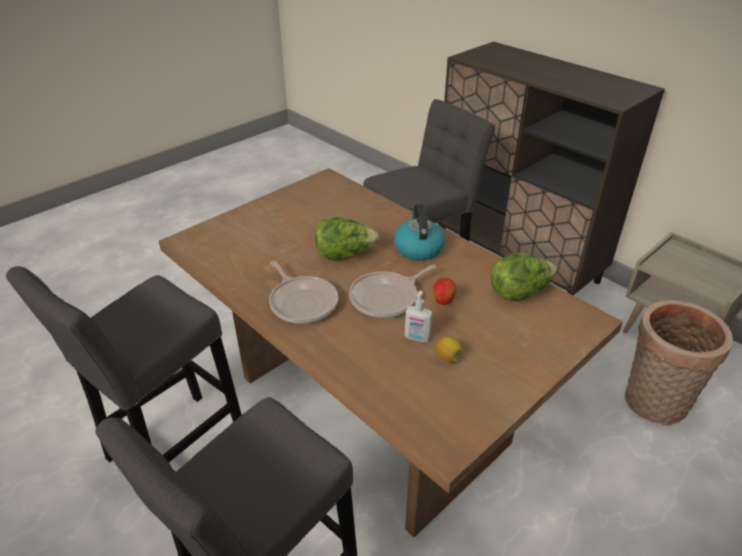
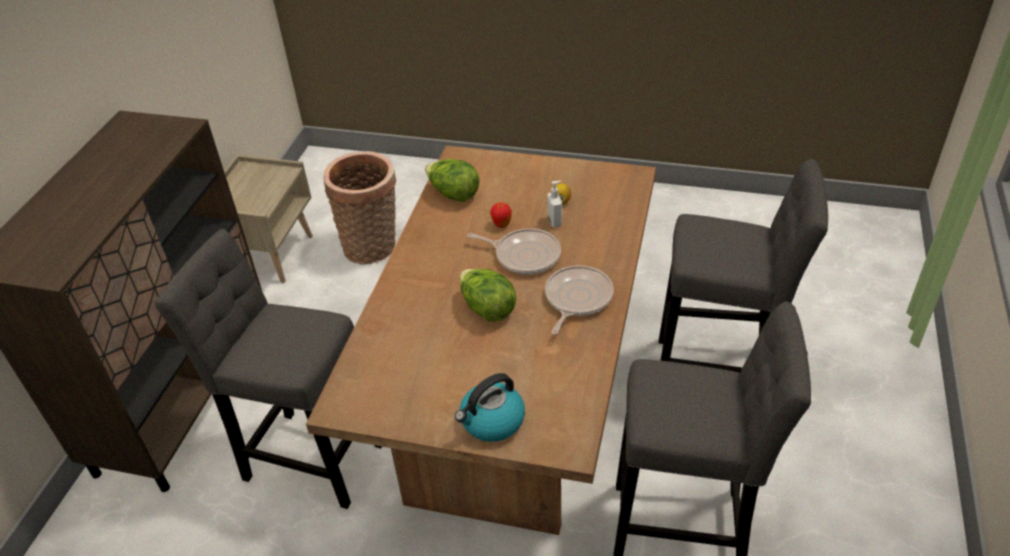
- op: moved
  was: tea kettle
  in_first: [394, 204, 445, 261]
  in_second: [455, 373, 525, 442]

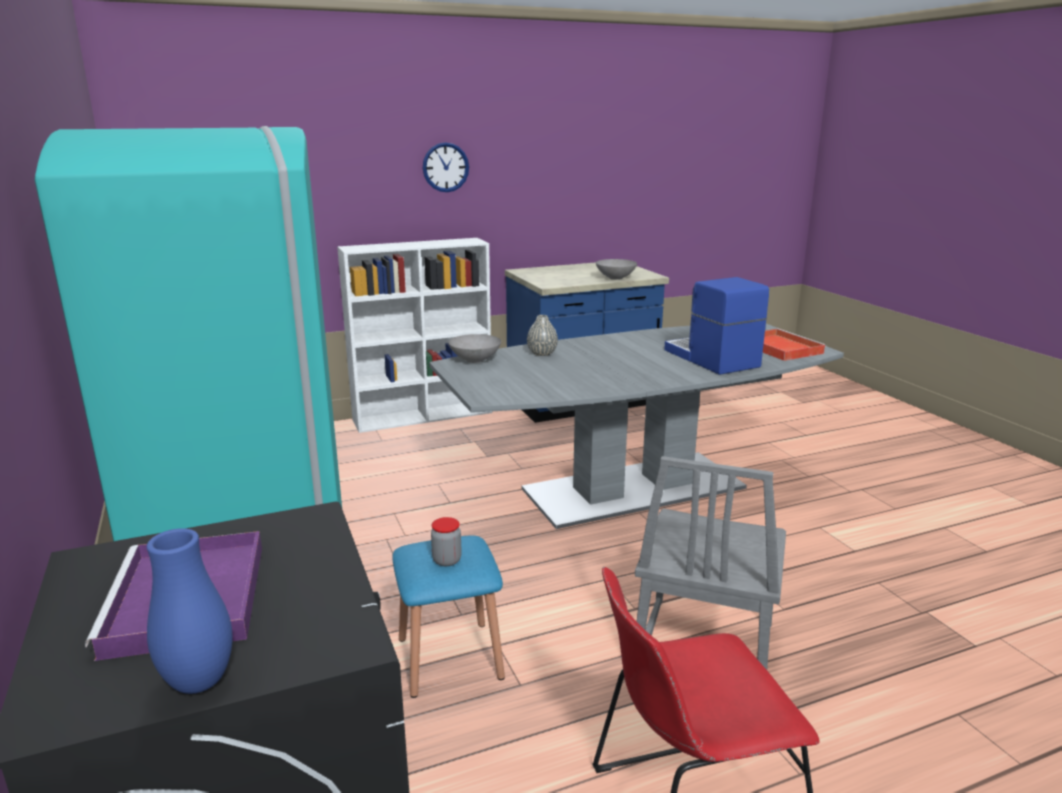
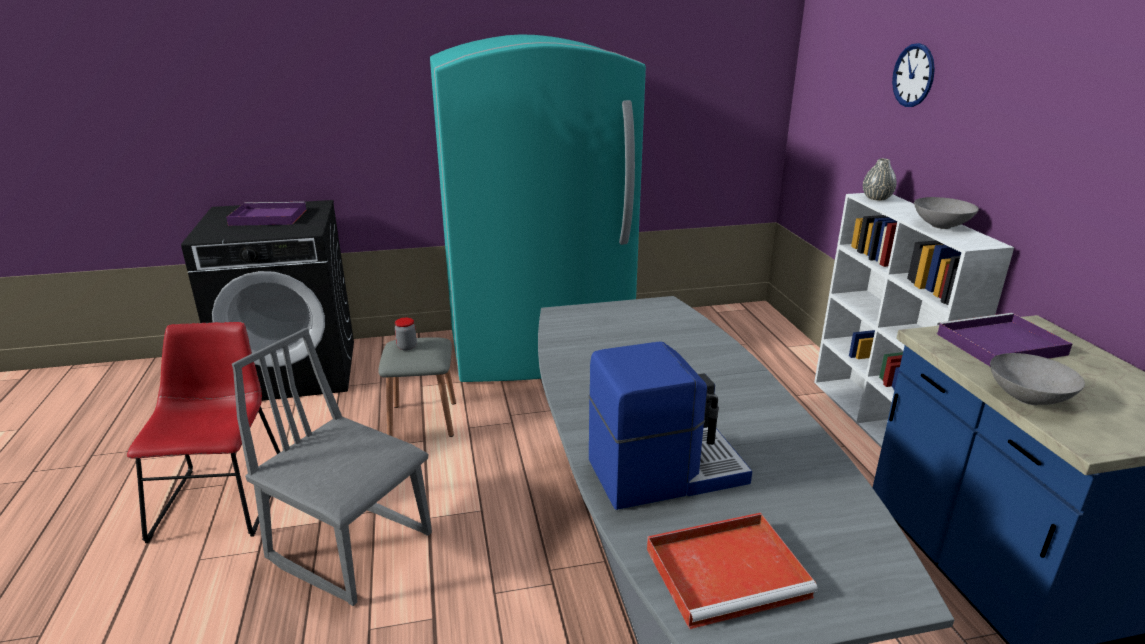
- op: removed
  was: blue vase
  in_first: [147, 528, 233, 694]
- op: recoloured
  was: blue stool
  now: greyish stool
  in_first: [392, 536, 505, 698]
  in_second: [378, 337, 456, 437]
- op: moved
  was: hanging clock
  in_first: [423, 142, 469, 192]
  in_second: [892, 43, 935, 107]
- op: moved
  was: greyish serving bowl
  in_first: [448, 334, 501, 363]
  in_second: [914, 197, 979, 229]
- op: moved
  was: greyish vase
  in_first: [527, 315, 558, 356]
  in_second: [863, 158, 897, 200]
- op: added
  now: purple carrying tray
  in_second: [937, 313, 1072, 366]

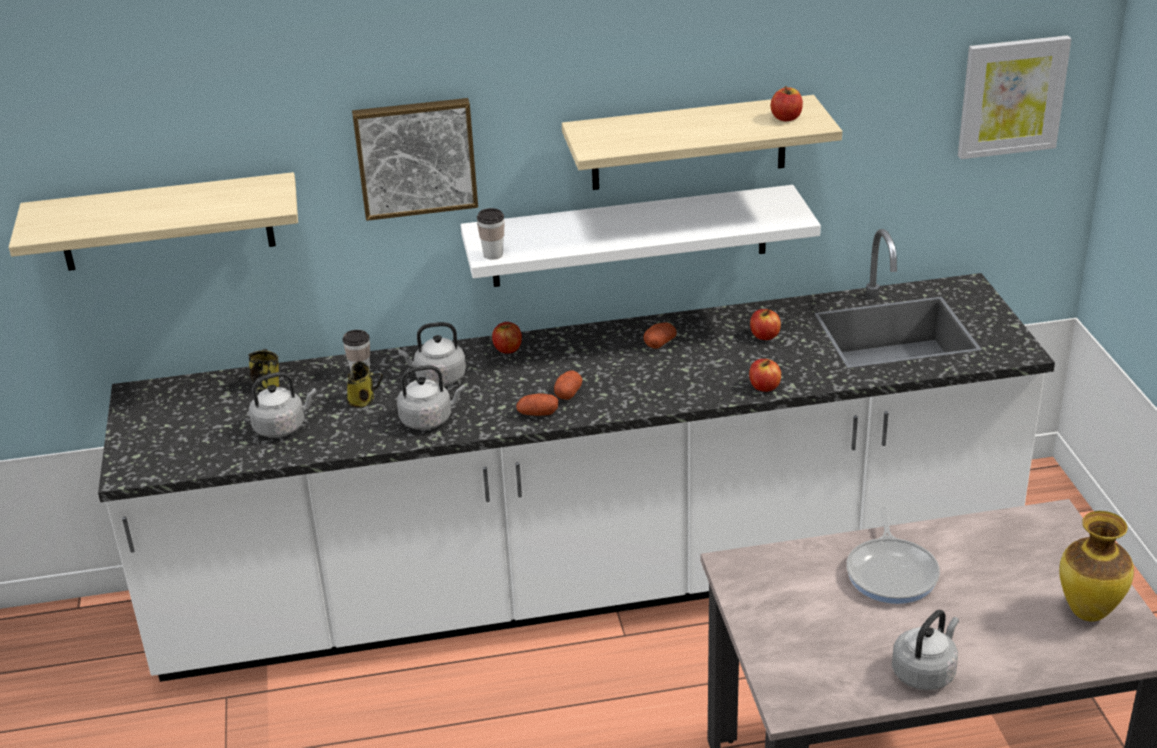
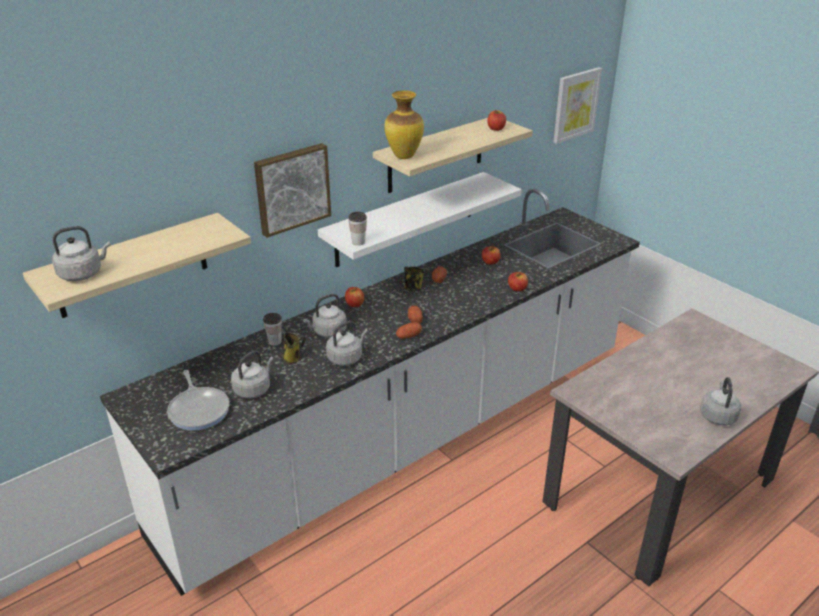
- op: moved
  was: tea mug
  in_first: [248, 349, 280, 391]
  in_second: [404, 266, 424, 292]
- op: moved
  was: skillet
  in_first: [846, 507, 940, 604]
  in_second: [167, 370, 229, 431]
- op: moved
  was: vase
  in_first: [1059, 511, 1134, 622]
  in_second: [385, 90, 424, 159]
- op: added
  now: greyish tea kettle
  in_second: [52, 226, 111, 281]

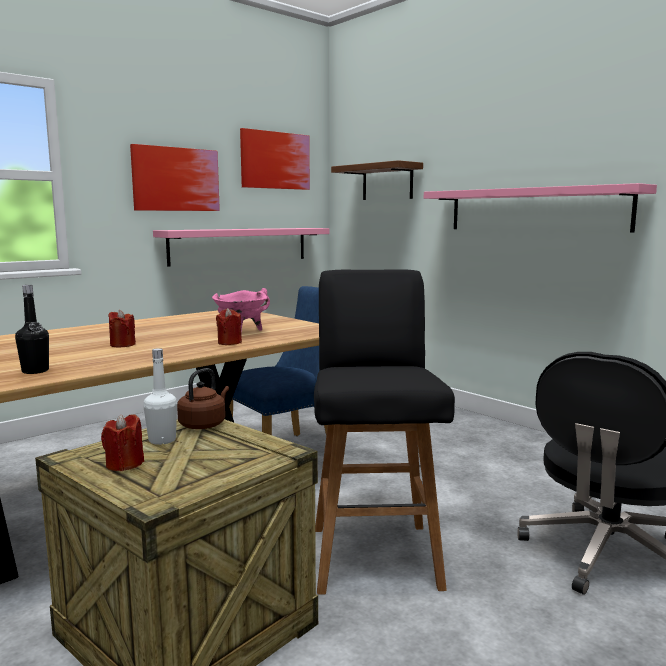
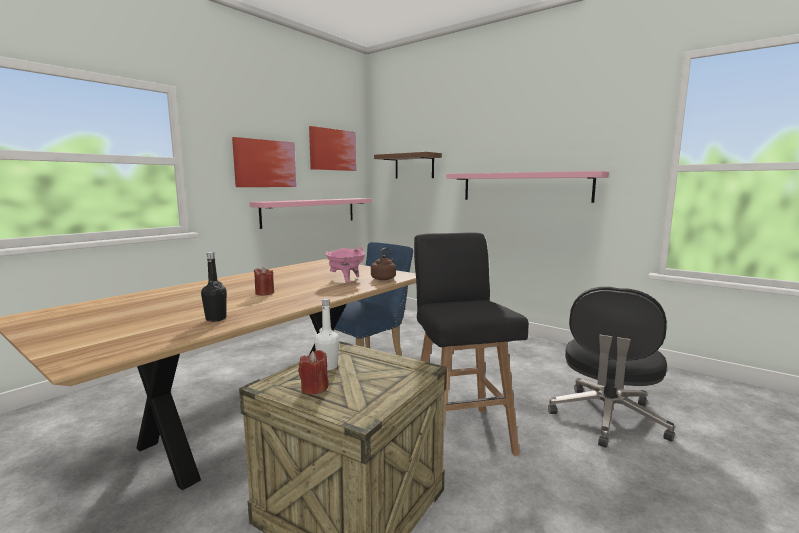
- op: moved
  was: brown-coloured tea kettle
  in_first: [177, 368, 229, 429]
  in_second: [371, 248, 396, 280]
- op: removed
  was: red candle
  in_first: [216, 308, 242, 345]

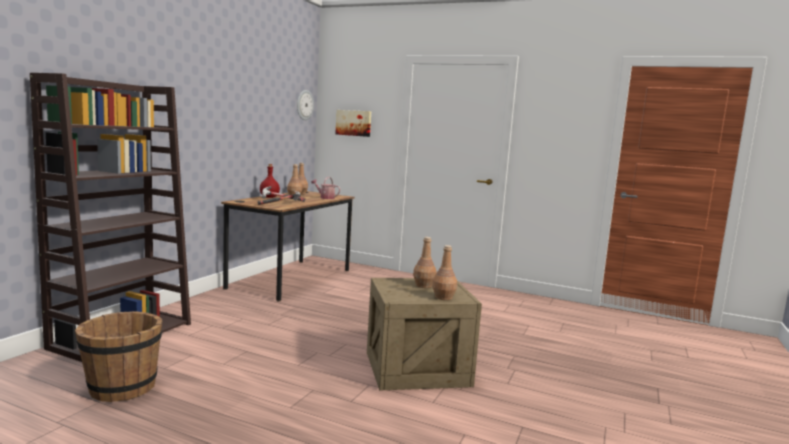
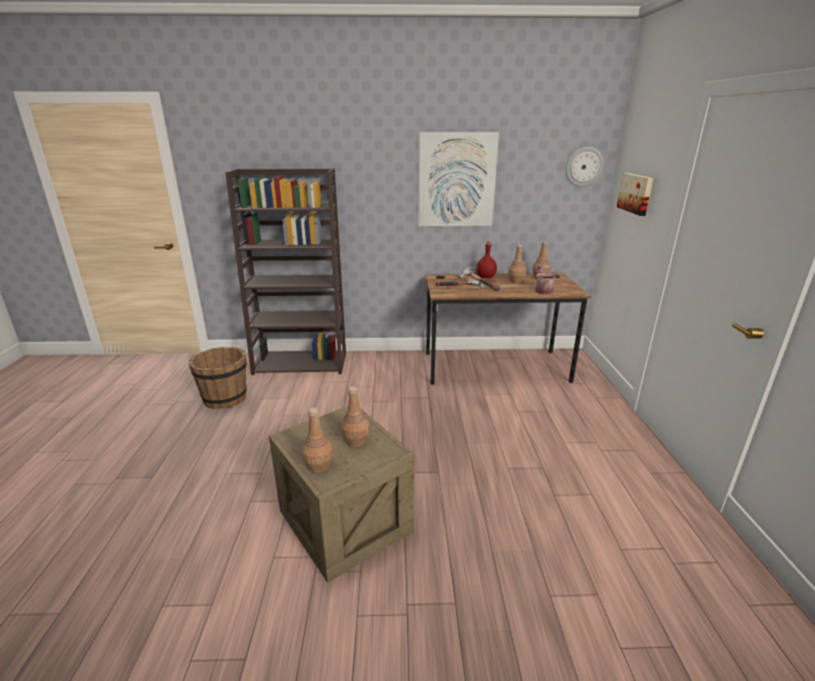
- op: added
  now: wall art
  in_second: [418, 132, 499, 226]

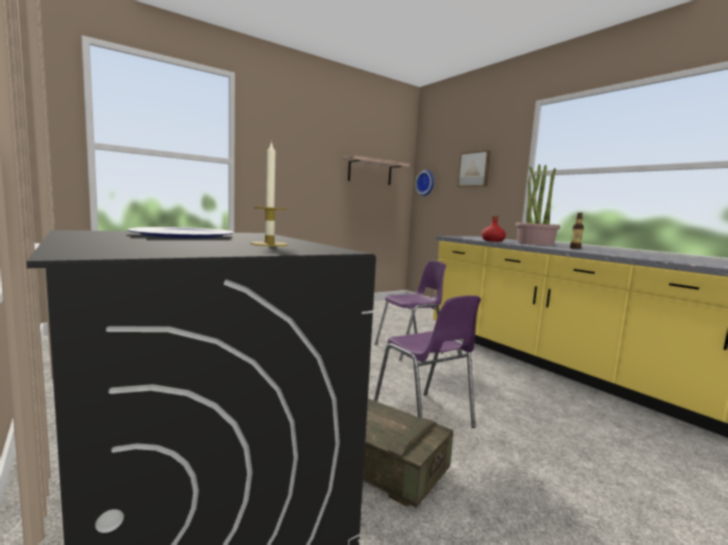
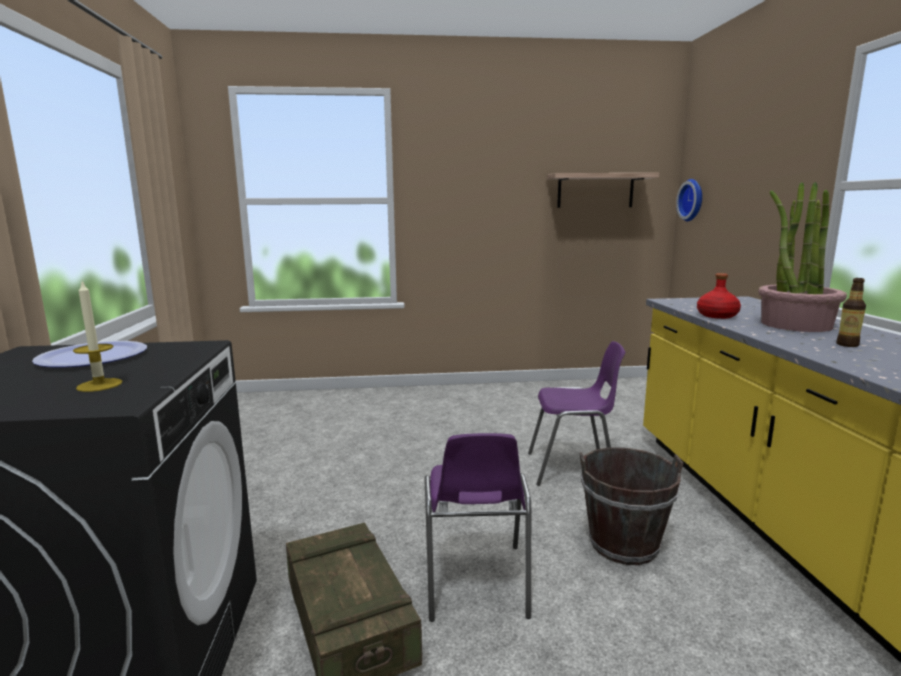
- op: removed
  was: wall art
  in_first: [458, 150, 491, 187]
- op: added
  now: brown-coloured pail
  in_second: [580, 447, 684, 565]

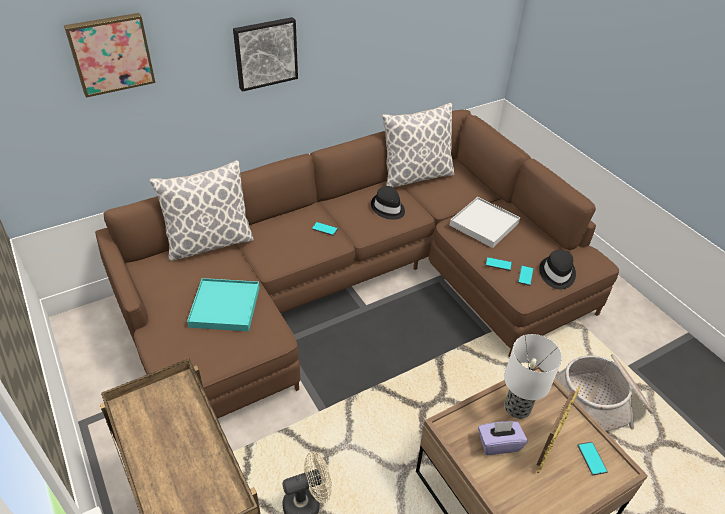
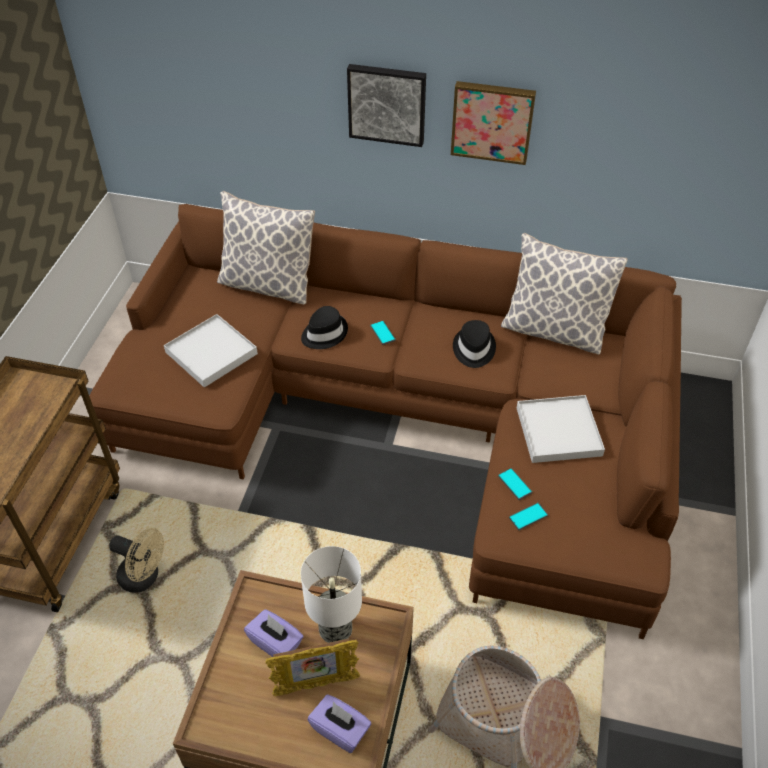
- op: moved
  was: wall art
  in_first: [64, 13, 155, 98]
  in_second: [451, 81, 536, 165]
- op: recoloured
  was: blue-green carrying tray
  now: white-coloured carrying tray
  in_first: [187, 278, 260, 331]
  in_second: [164, 314, 258, 388]
- op: moved
  was: black-coloured clothing hat
  in_first: [539, 250, 576, 290]
  in_second: [301, 306, 348, 349]
- op: replaced
  was: handset
  now: purple tissue box
  in_first: [577, 442, 608, 475]
  in_second: [308, 695, 371, 753]

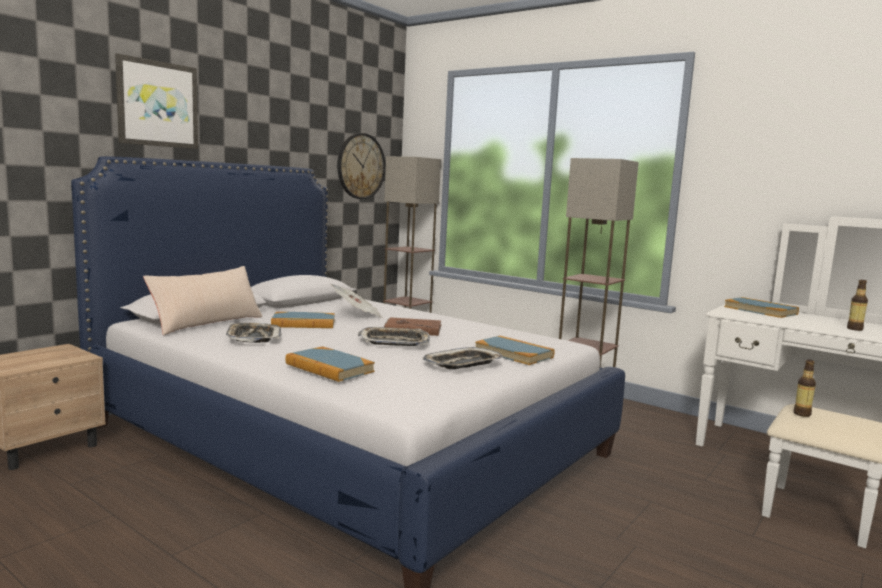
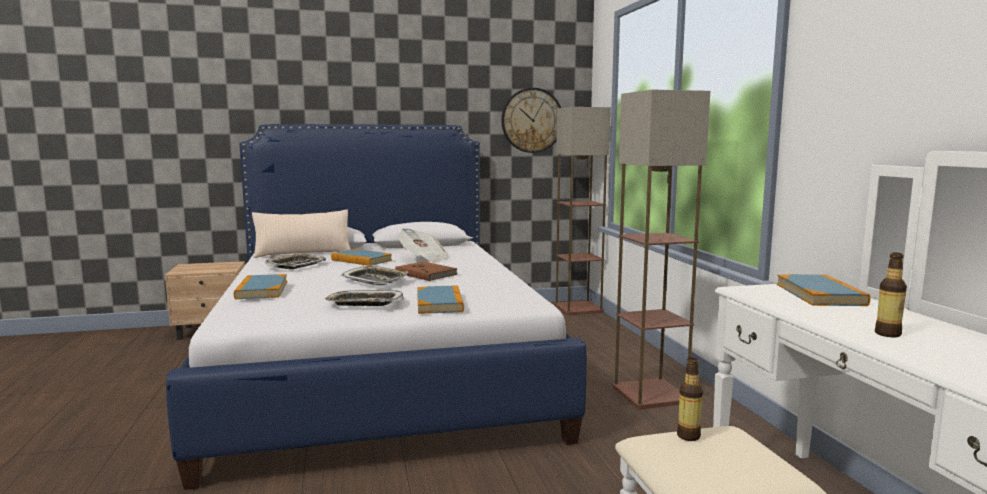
- op: removed
  was: wall art
  in_first: [115, 53, 198, 149]

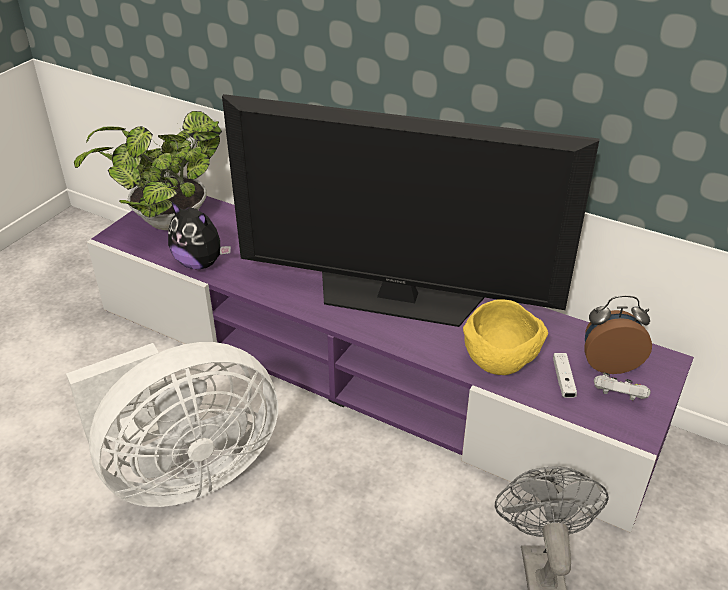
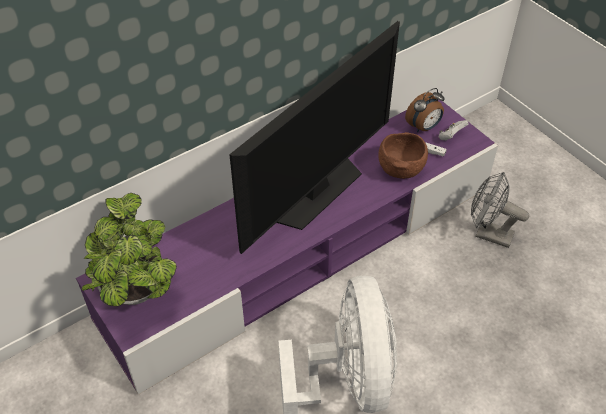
- op: removed
  was: soft toy
  in_first: [168, 201, 231, 269]
- op: recoloured
  was: yellow-coloured serving bowl
  now: brown-coloured serving bowl
  in_first: [463, 299, 548, 375]
  in_second: [378, 132, 428, 179]
- op: turned
  was: bedside clock
  in_first: [584, 295, 652, 374]
  in_second: [405, 88, 445, 132]
  clockwise: -150

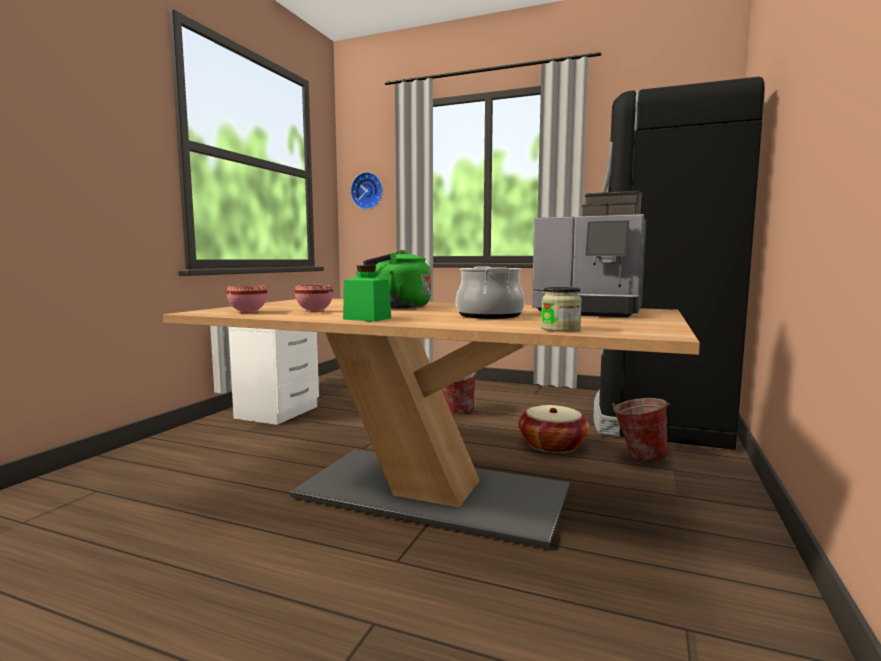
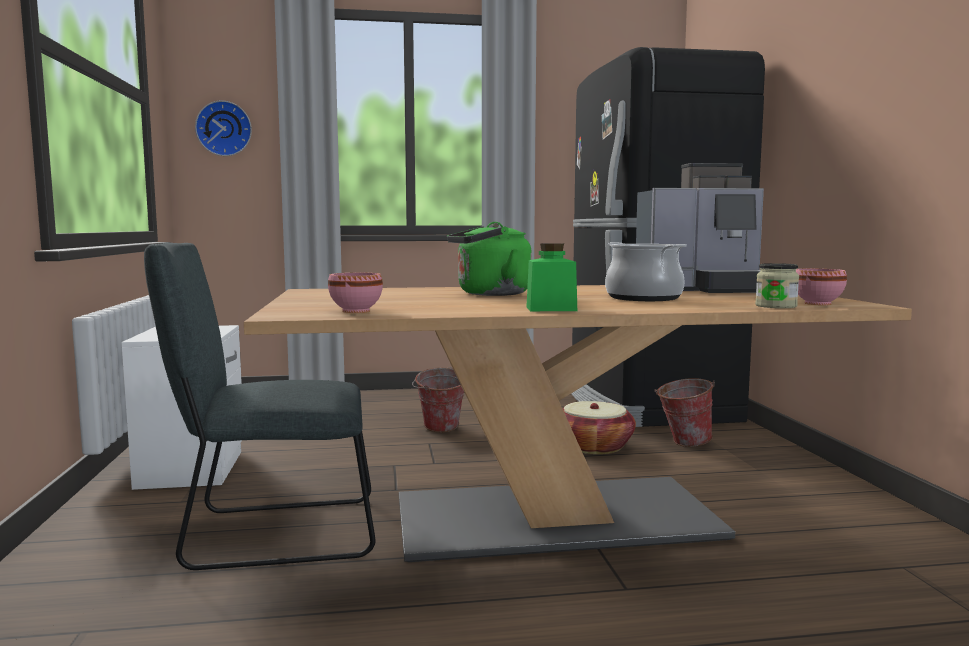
- op: moved
  was: pink serving bowl
  in_first: [295, 285, 333, 312]
  in_second: [796, 269, 847, 305]
- op: added
  now: greyish plain chair
  in_second: [144, 243, 375, 570]

